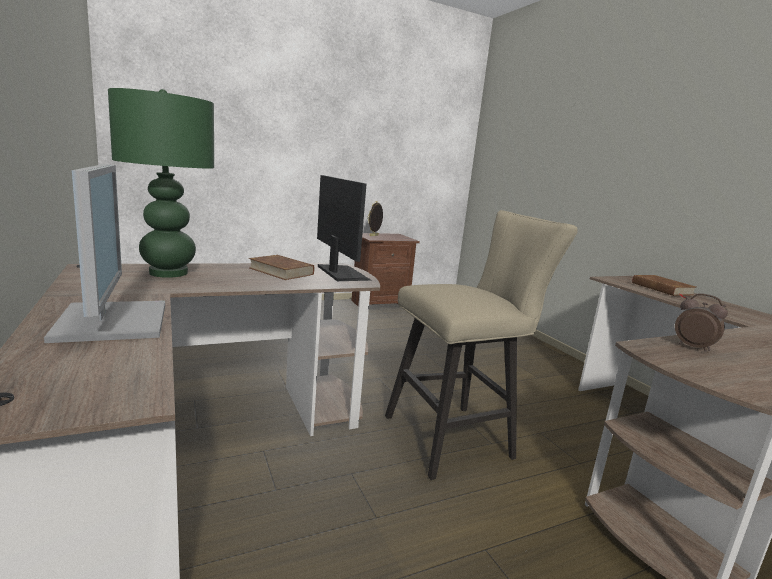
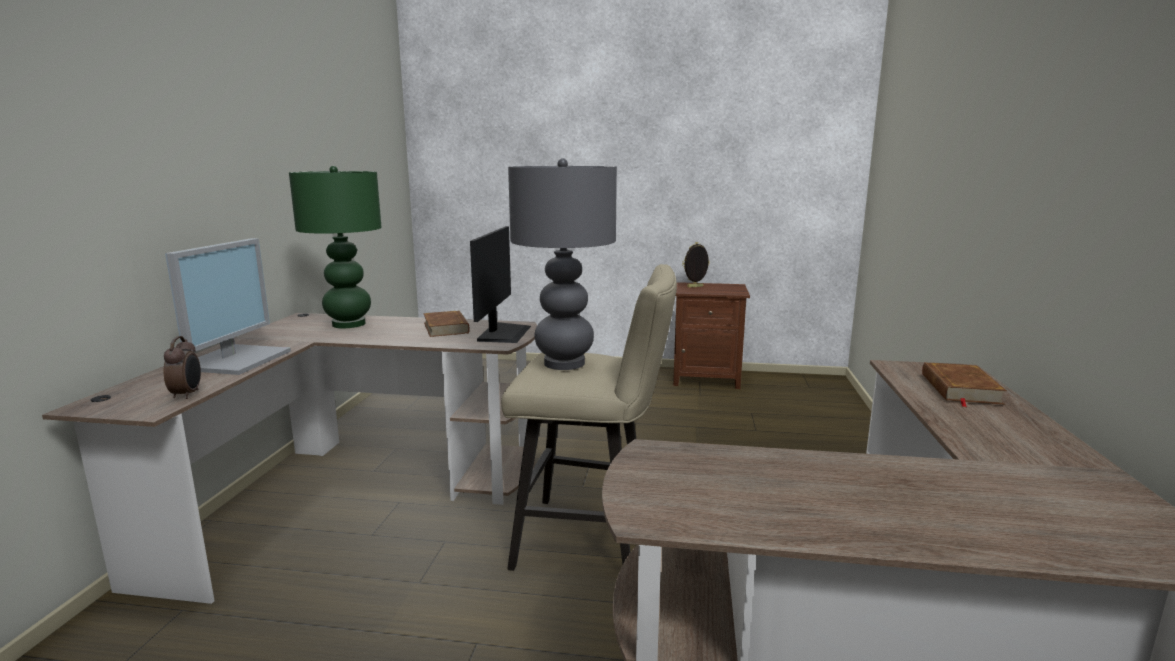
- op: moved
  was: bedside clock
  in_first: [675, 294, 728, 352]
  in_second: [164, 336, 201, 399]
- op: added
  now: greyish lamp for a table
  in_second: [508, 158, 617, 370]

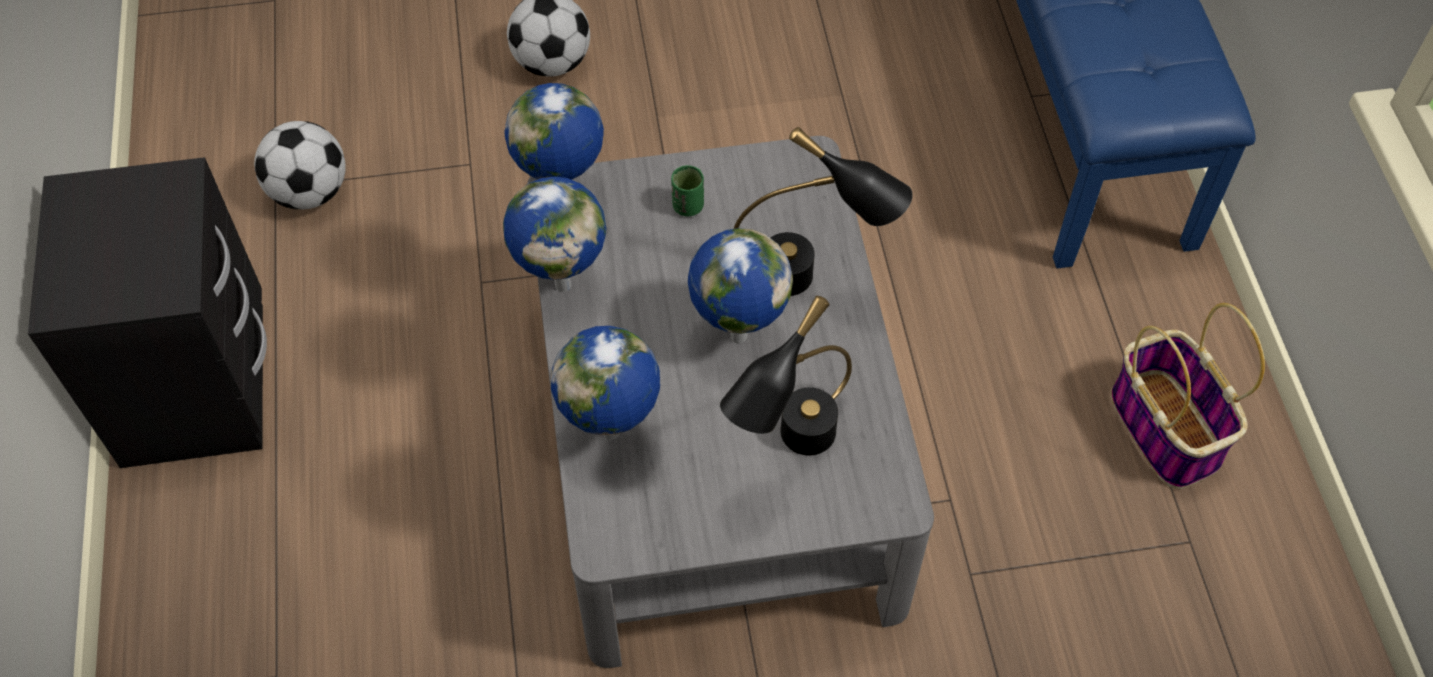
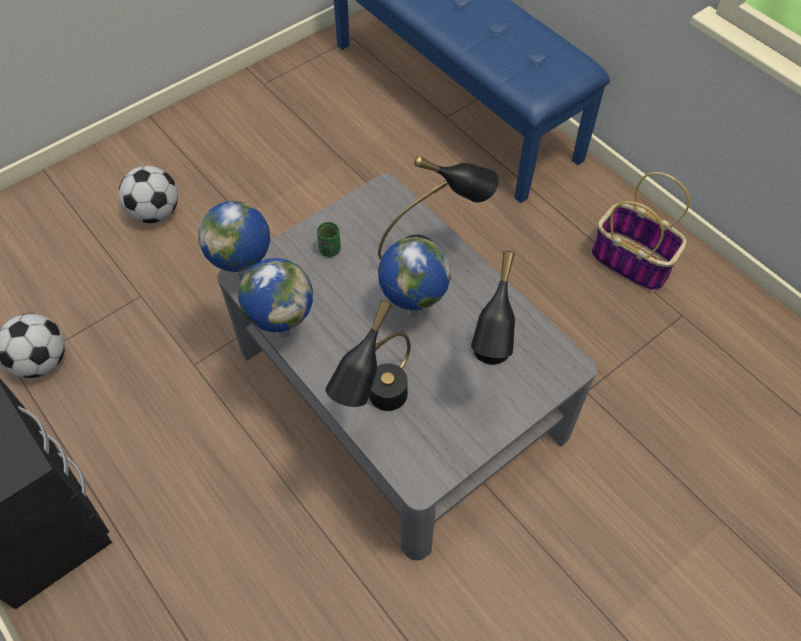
- op: replaced
  was: globe
  now: black-coloured lamp for a table
  in_first: [551, 326, 660, 440]
  in_second: [325, 300, 411, 411]

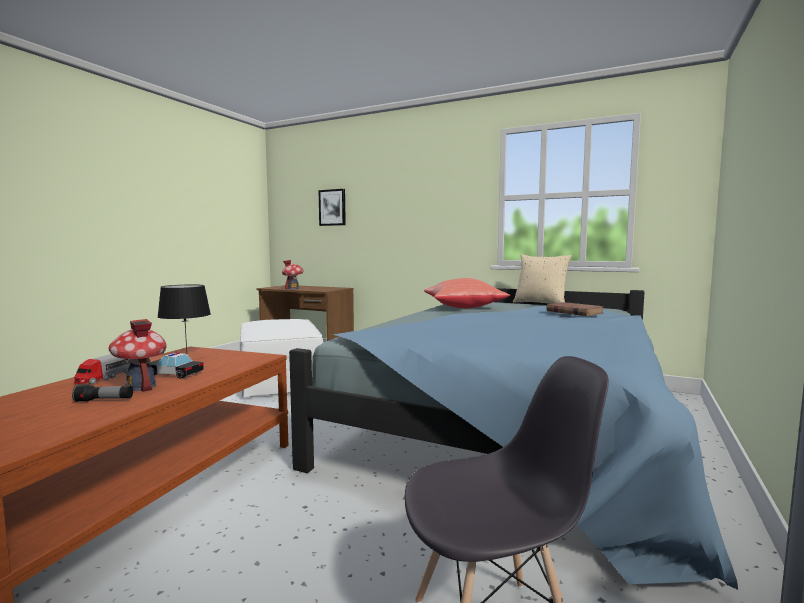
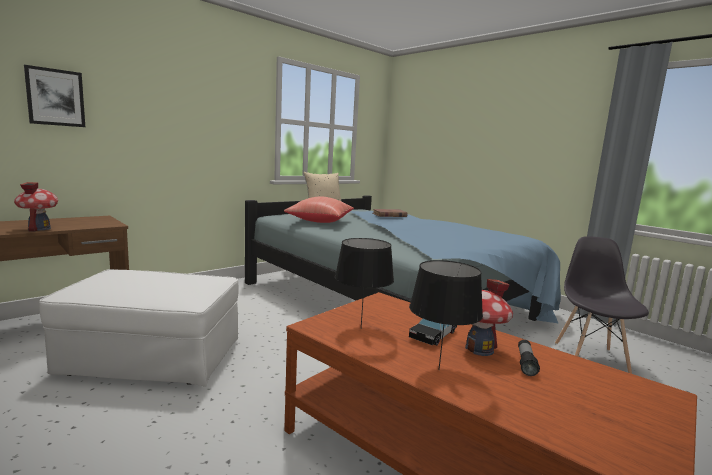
- op: replaced
  was: toy truck
  now: black-coloured lamp for a table
  in_first: [74, 354, 130, 384]
  in_second: [409, 260, 483, 370]

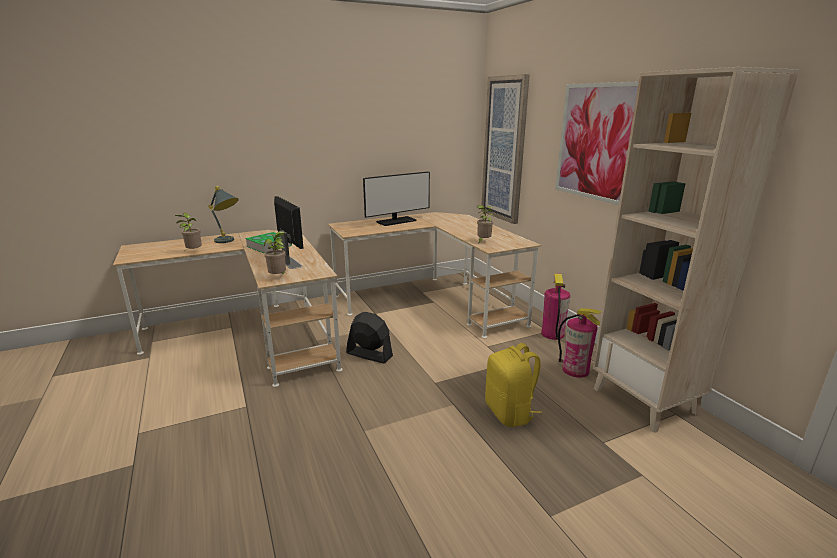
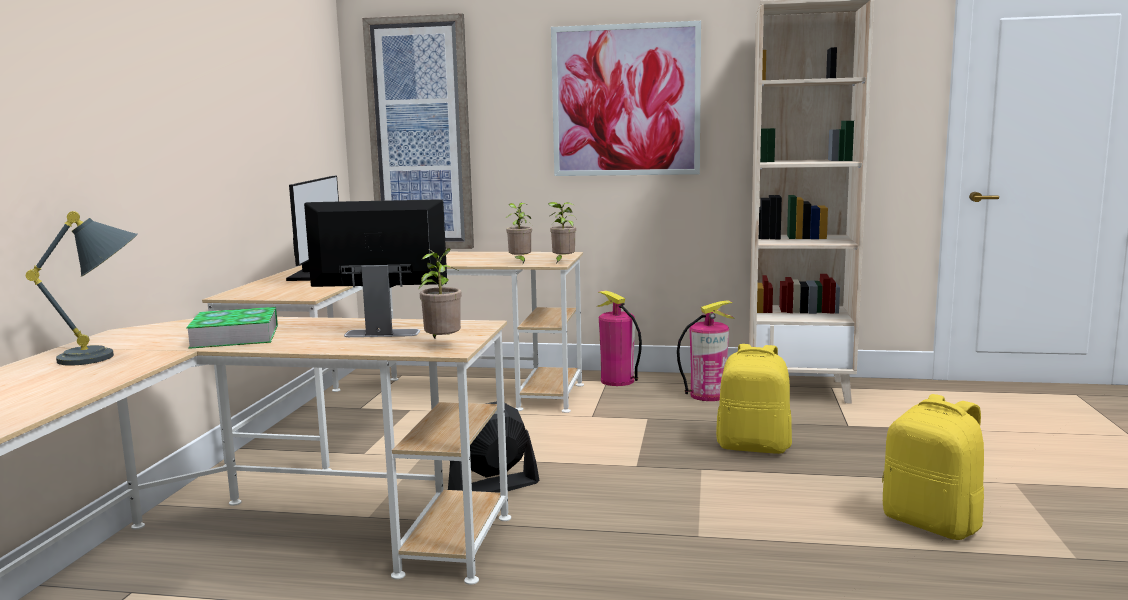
- op: moved
  was: potted plant
  in_first: [175, 213, 202, 251]
  in_second: [548, 202, 576, 264]
- op: added
  now: yellow-coloured rucksack
  in_second: [882, 394, 984, 540]

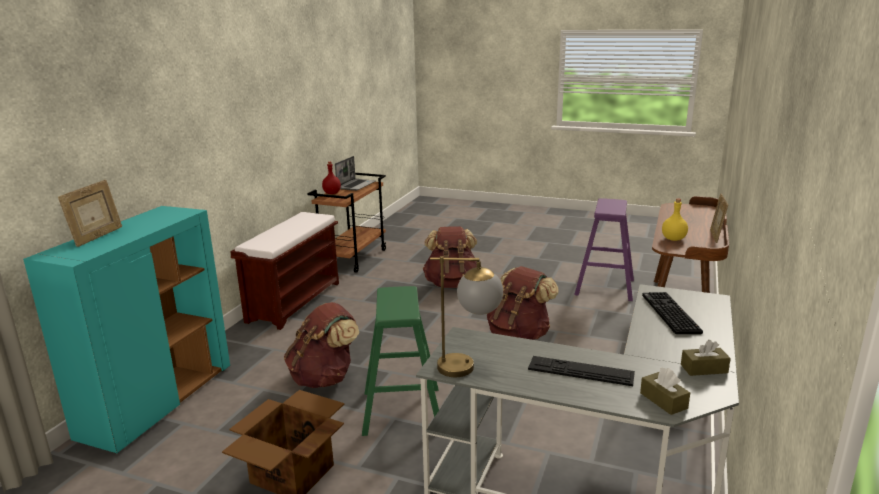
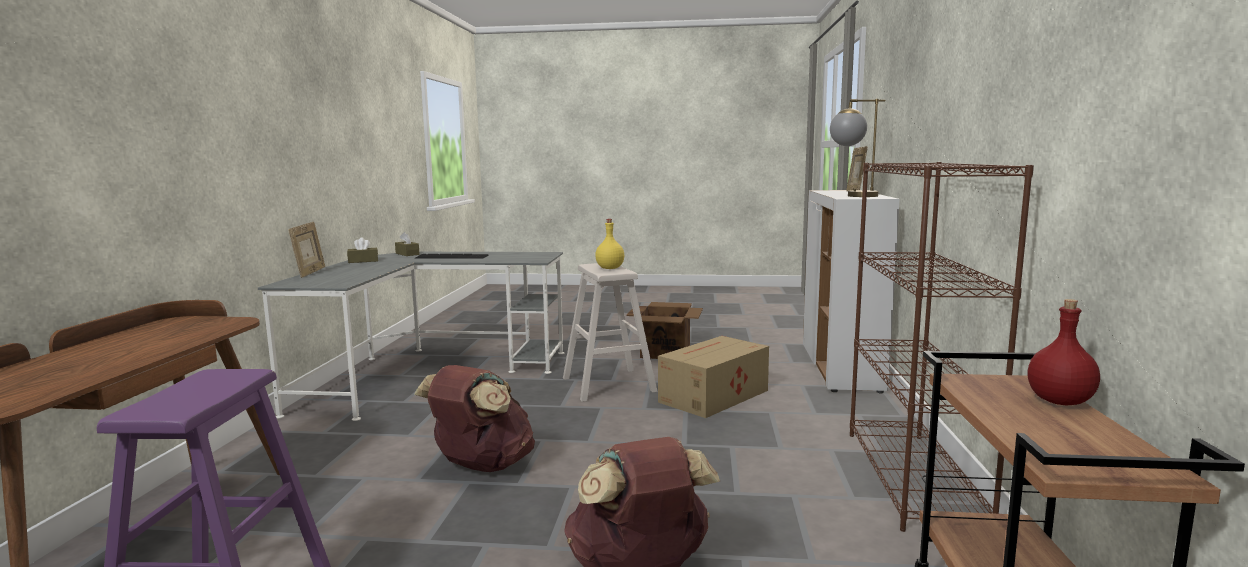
- op: recoloured
  was: blue-green storage cabinet
  now: white-coloured storage cabinet
  in_first: [23, 206, 230, 453]
  in_second: [803, 190, 900, 393]
- op: replaced
  was: brown-coloured long seat
  now: brown-coloured bookcase
  in_first: [230, 212, 339, 330]
  in_second: [850, 162, 1034, 532]
- op: replaced
  was: brown-coloured rucksack
  now: carton
  in_first: [284, 302, 359, 388]
  in_second: [658, 336, 769, 418]
- op: removed
  was: laptop
  in_first: [335, 156, 376, 191]
- op: recoloured
  was: green stool
  now: beige stool
  in_first: [362, 286, 439, 436]
  in_second: [563, 263, 658, 402]
- op: moved
  was: lamp for a table
  in_first: [430, 256, 503, 377]
  in_second: [830, 99, 885, 197]
- op: removed
  was: computer keyboard
  in_first: [642, 292, 703, 334]
- op: moved
  was: yellow-coloured beverage bottle
  in_first: [662, 199, 688, 241]
  in_second: [595, 219, 624, 269]
- op: moved
  was: picture frame
  in_first: [710, 194, 728, 243]
  in_second: [288, 222, 325, 278]

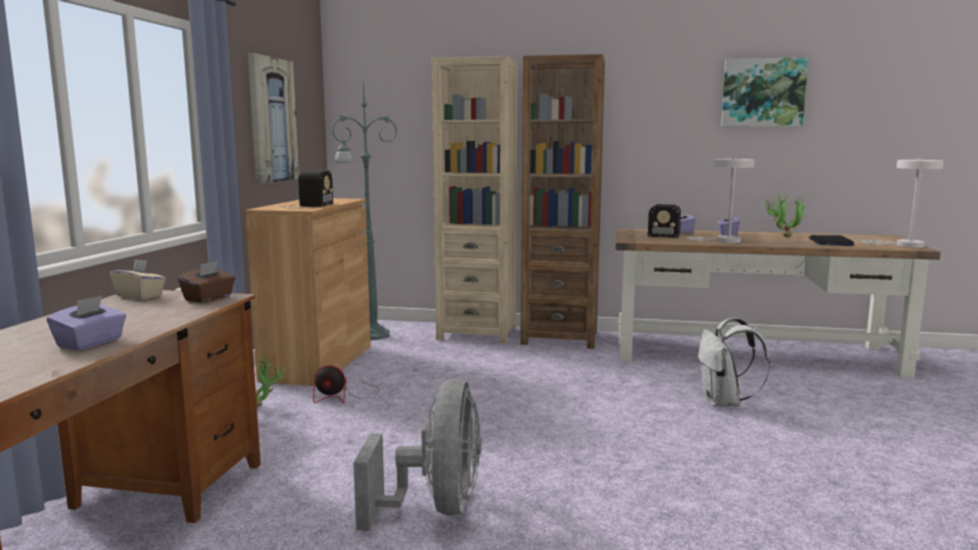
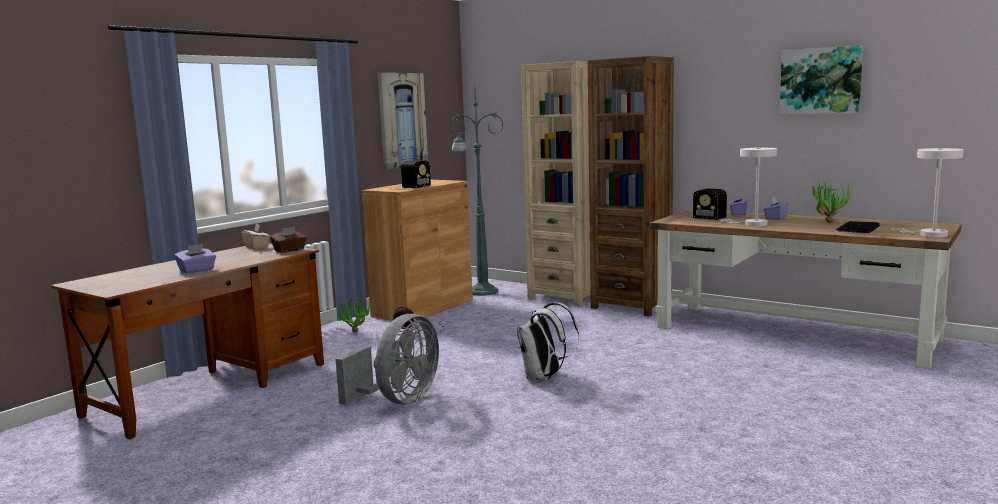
- op: moved
  was: white-coloured rucksack
  in_first: [698, 318, 770, 407]
  in_second: [517, 302, 579, 381]

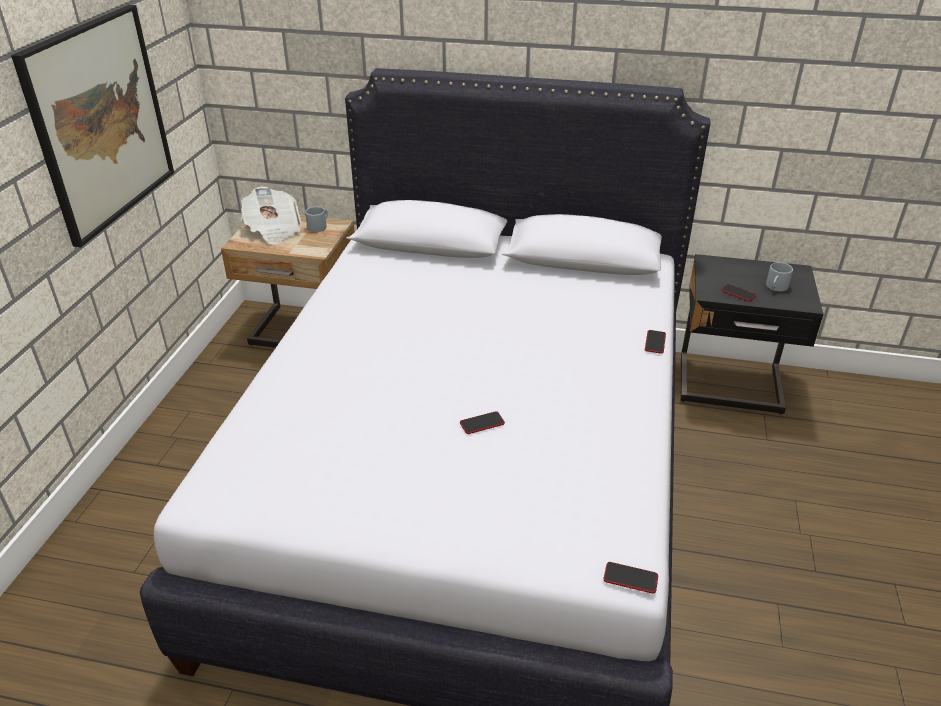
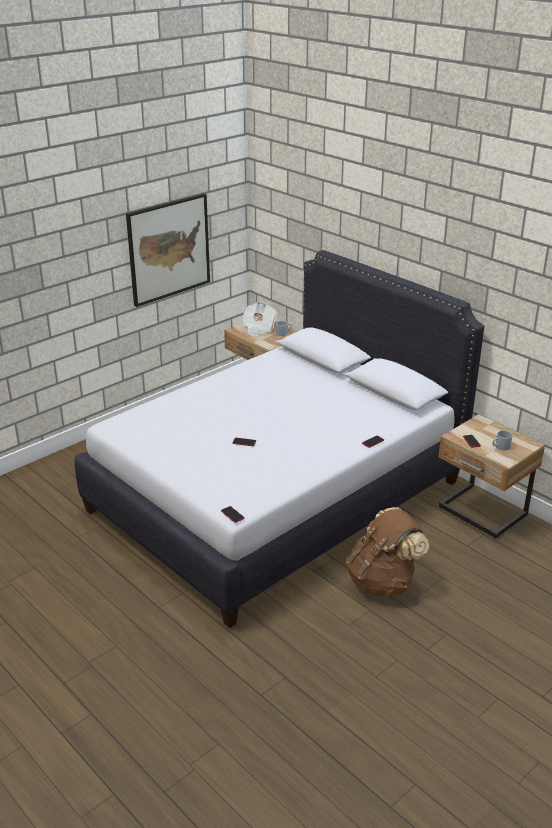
- op: recoloured
  was: black-coloured night table
  now: beige night table
  in_first: [681, 254, 824, 414]
  in_second: [438, 414, 545, 539]
- op: added
  now: brown-coloured rucksack
  in_second: [346, 507, 429, 597]

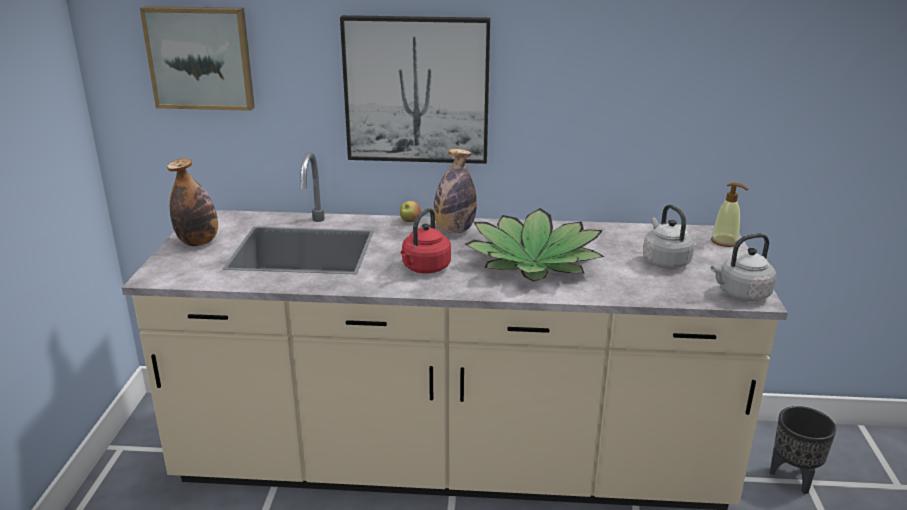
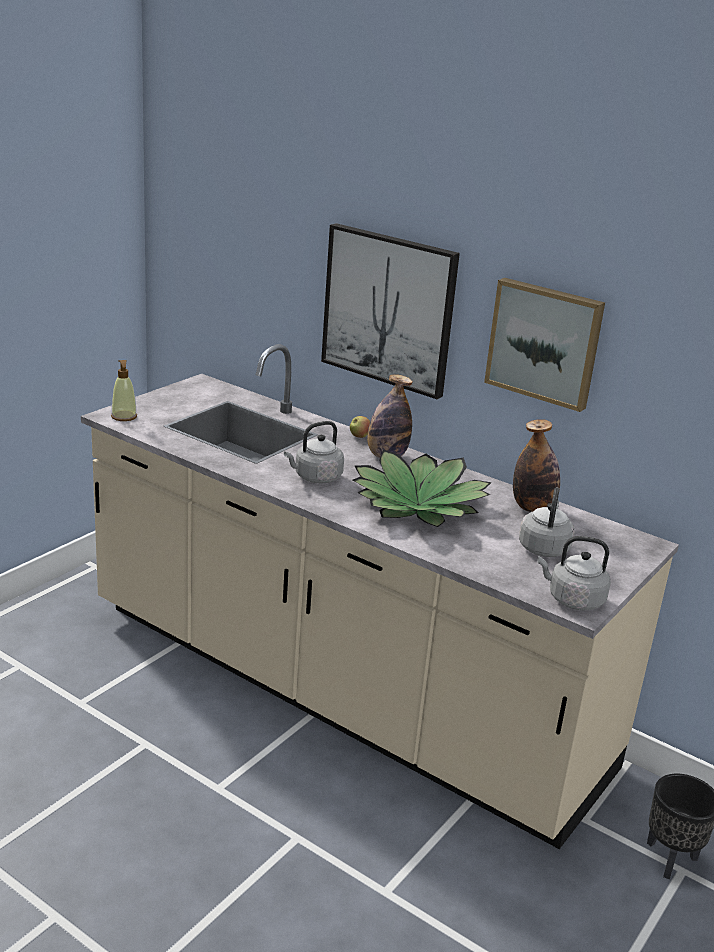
- op: moved
  was: wall art
  in_first: [140, 6, 255, 111]
  in_second: [484, 278, 605, 412]
- op: moved
  was: beverage bottle
  in_first: [167, 158, 218, 246]
  in_second: [513, 419, 560, 512]
- op: recoloured
  was: red tea kettle
  now: greyish tea kettle
  in_first: [401, 208, 451, 273]
  in_second: [284, 421, 344, 483]
- op: moved
  was: soap bottle
  in_first: [711, 182, 748, 247]
  in_second: [111, 360, 137, 421]

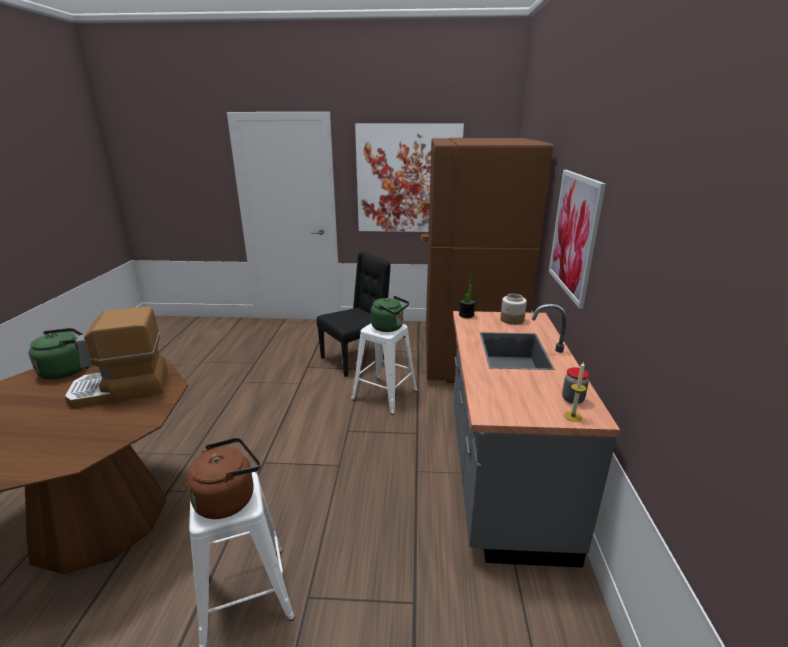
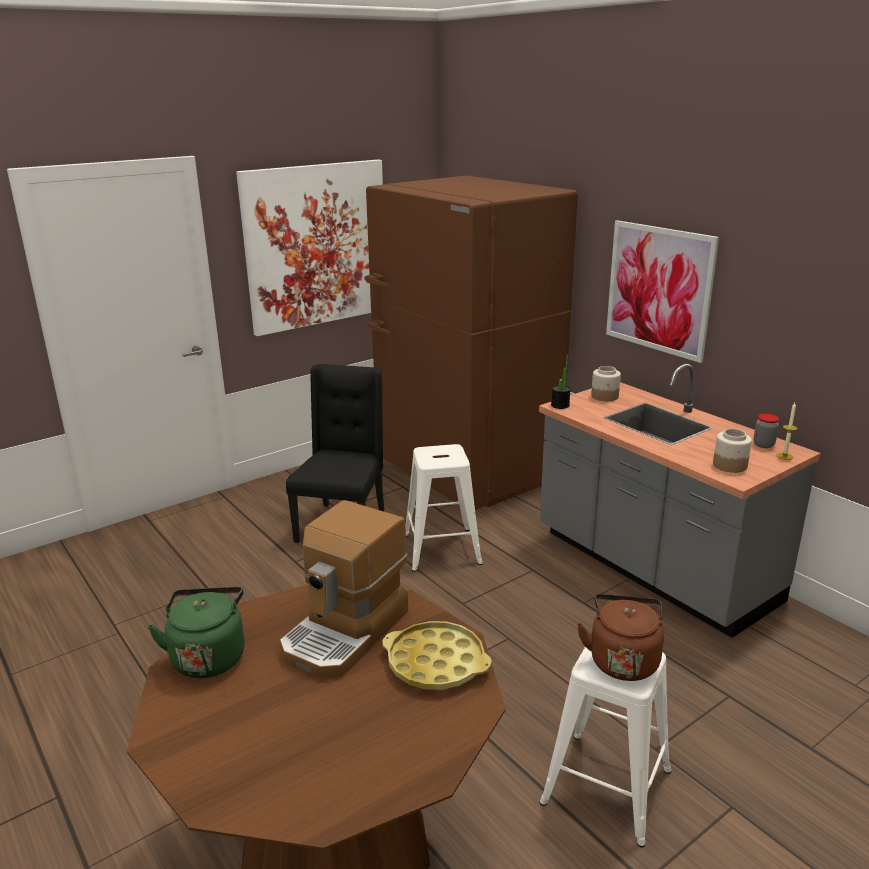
- op: removed
  was: green tea kettle
  in_first: [371, 296, 409, 332]
- op: added
  now: yellow-coloured carrying tray
  in_second: [382, 621, 492, 690]
- op: added
  now: jar
  in_second: [713, 429, 752, 473]

